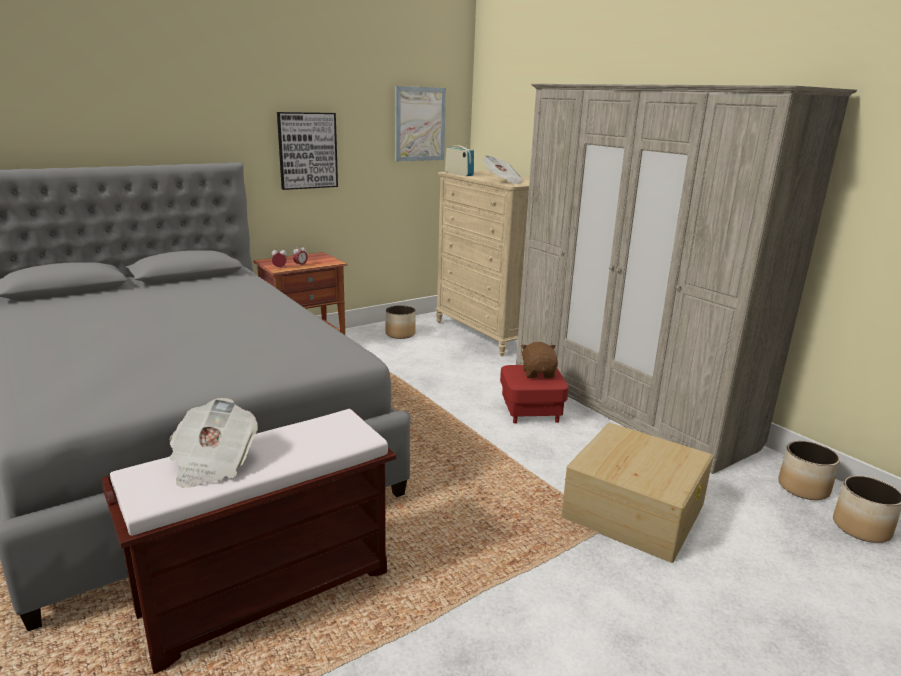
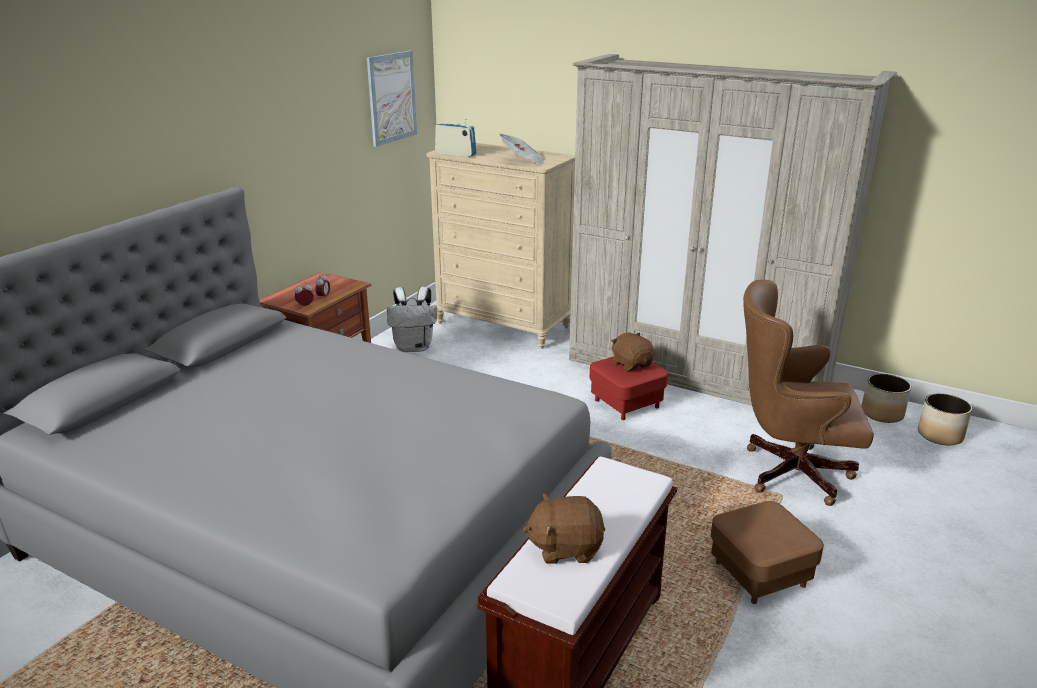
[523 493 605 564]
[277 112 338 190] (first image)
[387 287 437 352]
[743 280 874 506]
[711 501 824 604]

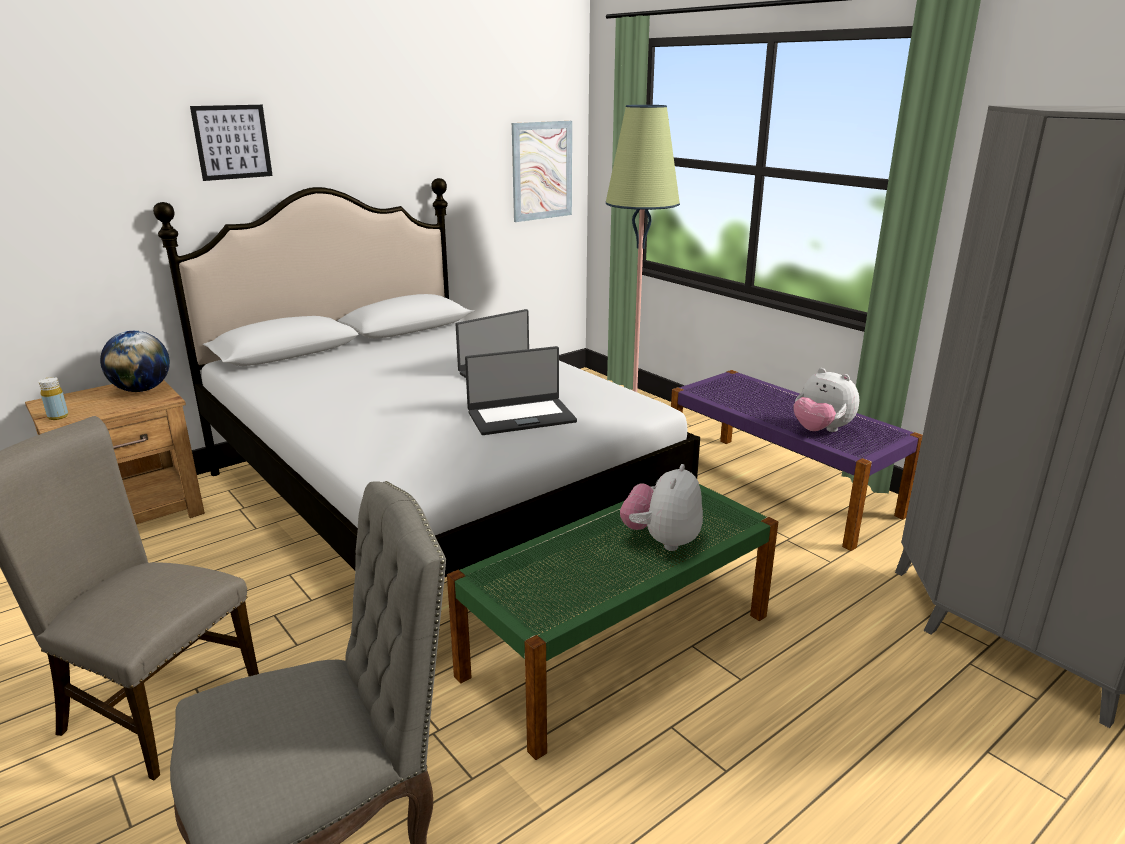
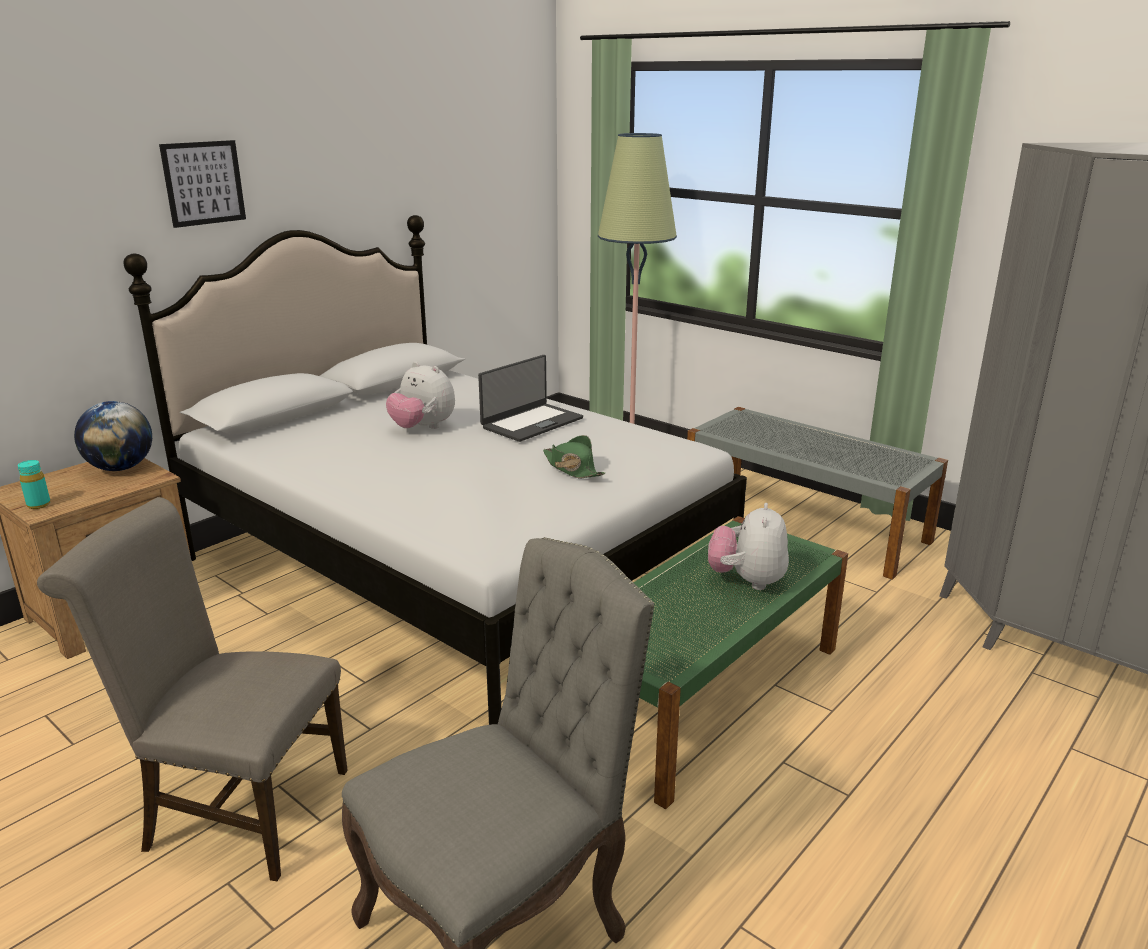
[18 460 51 509]
[543 435 605 478]
[512 121 572 222] (first image)
[687 407 948 580]
[386 362 455 429]

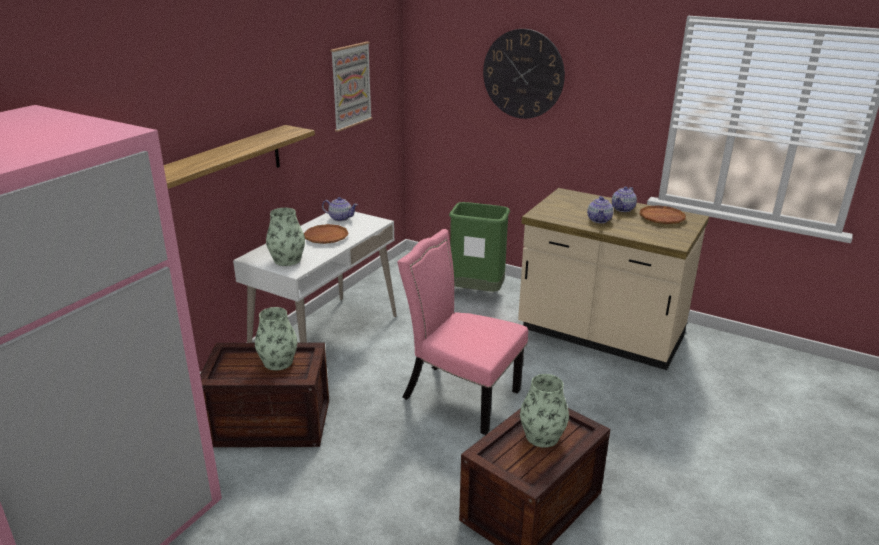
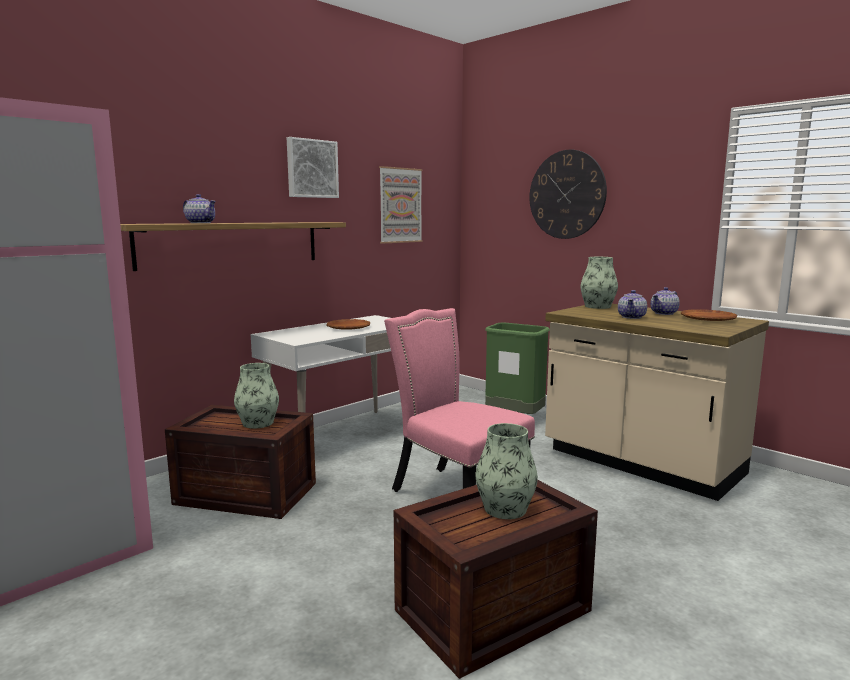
[580 257 618 309]
[183 194 216 223]
[287 137 339 198]

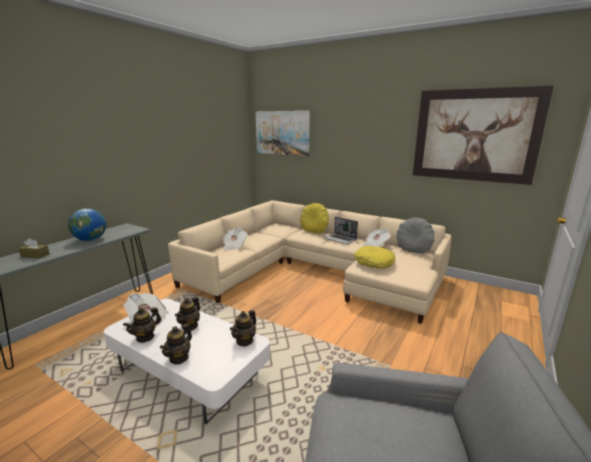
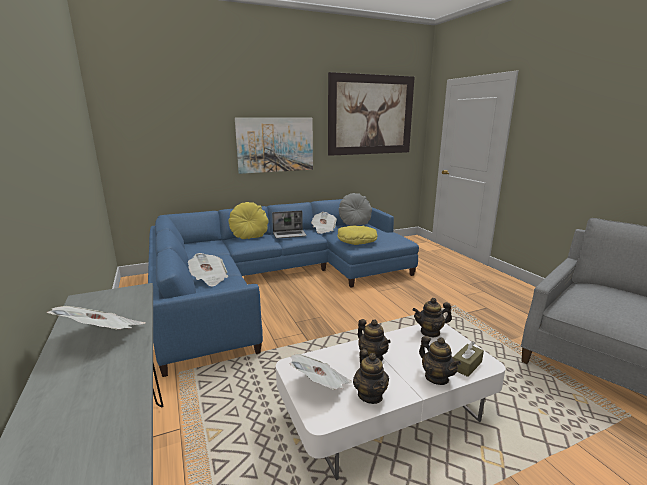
[453 341 484 377]
[46 306 145 329]
[148 199 419 377]
[412 298 452 337]
[235 118 313 174]

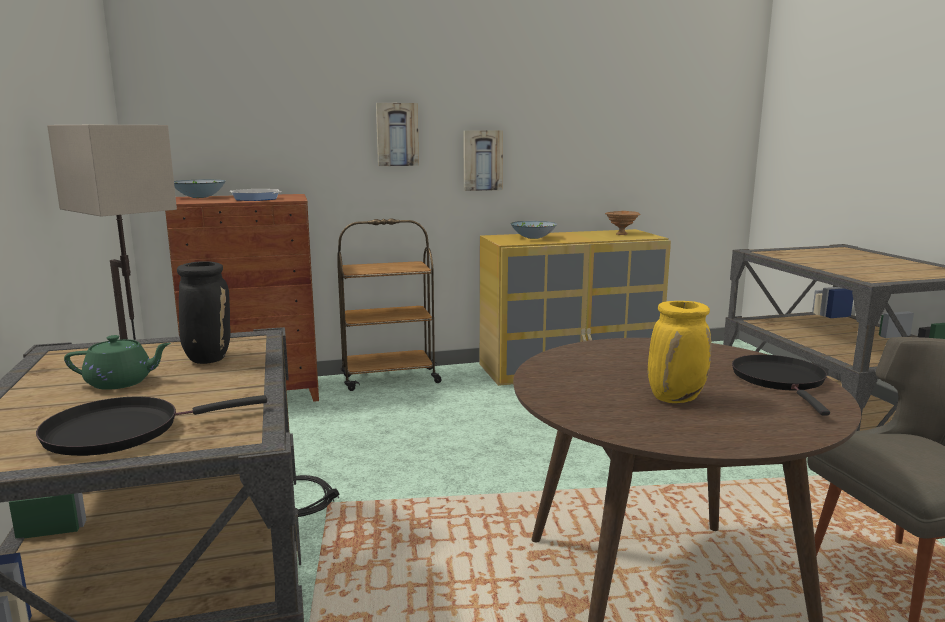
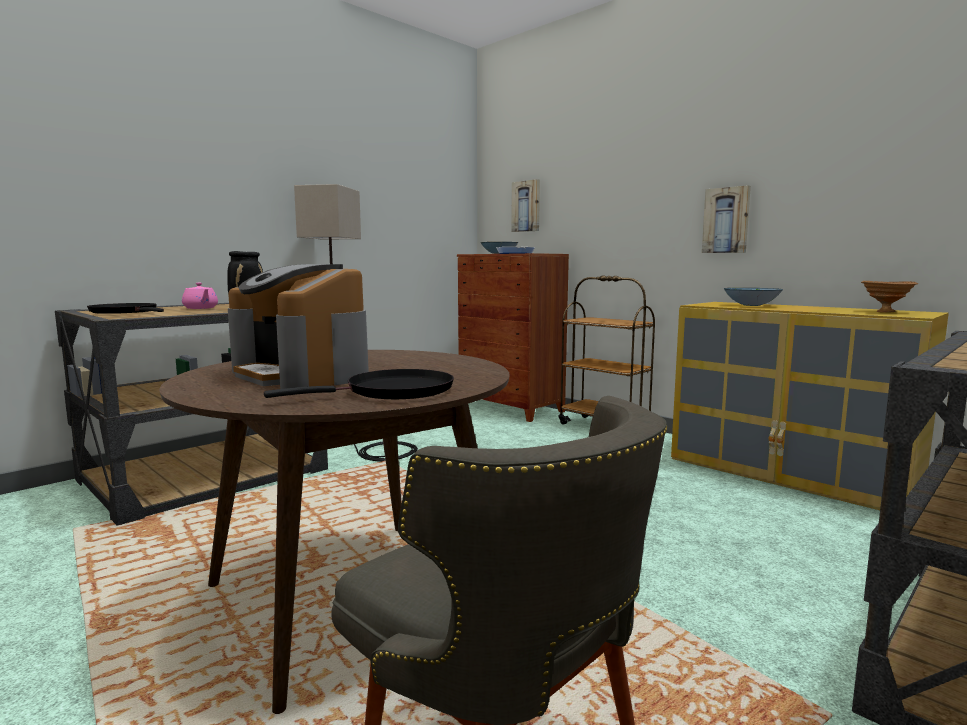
[182 283 218 309]
[511 179 540 232]
[228 264 369 389]

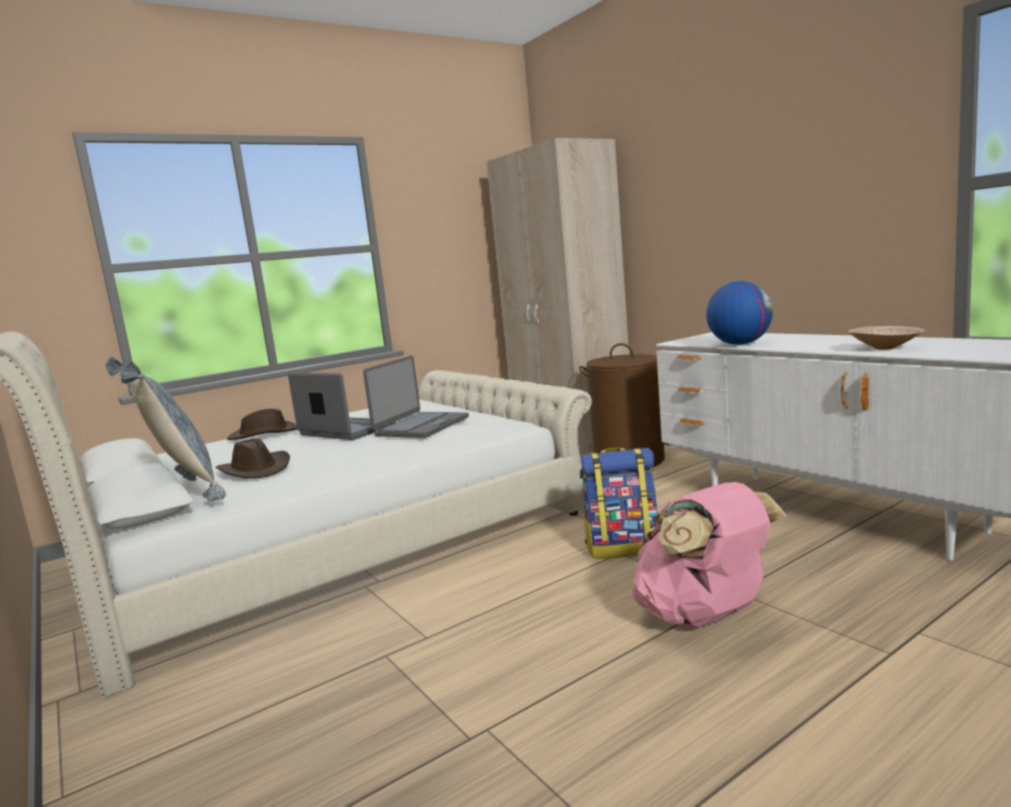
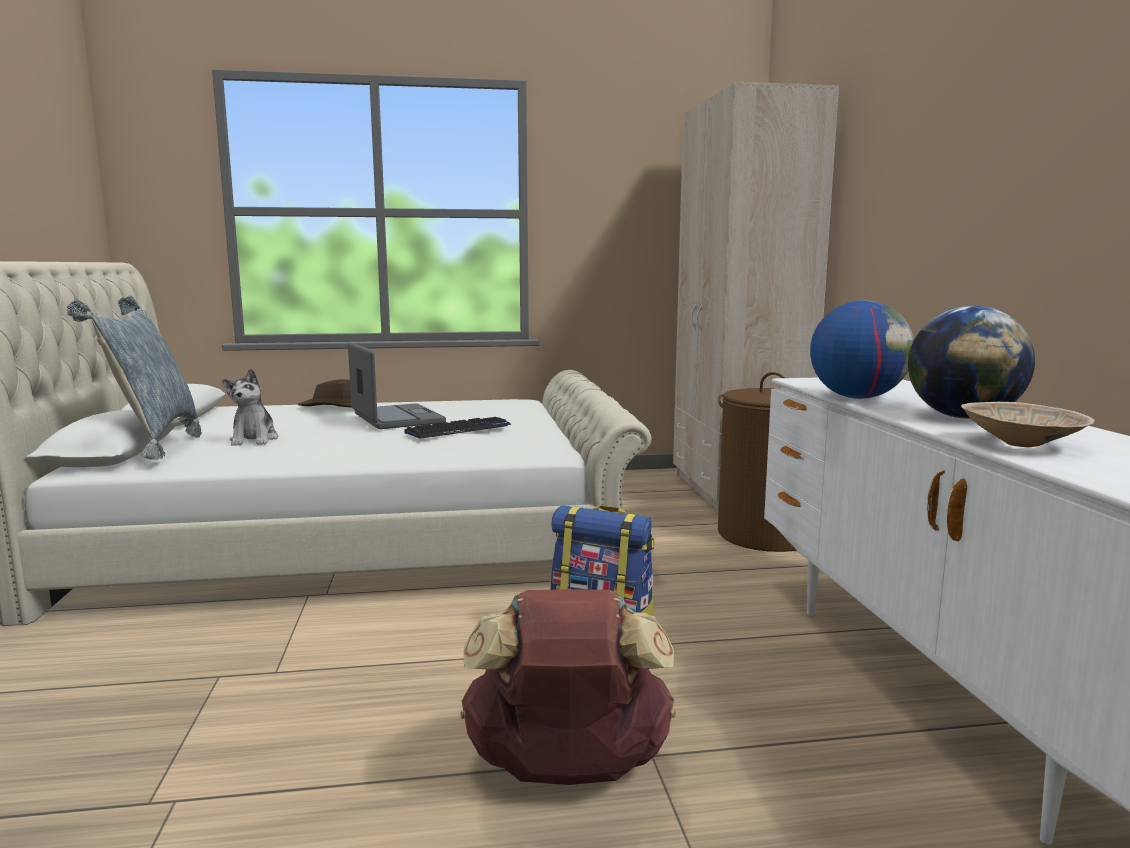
[222 369 278 446]
[404 417 512 439]
[461 590 676 785]
[908 306 1035 419]

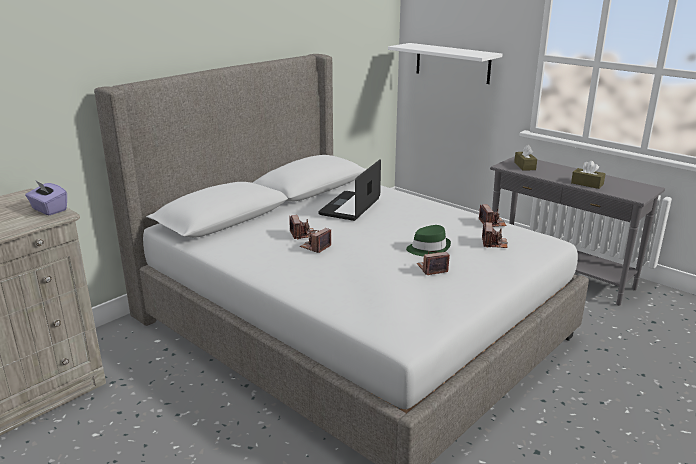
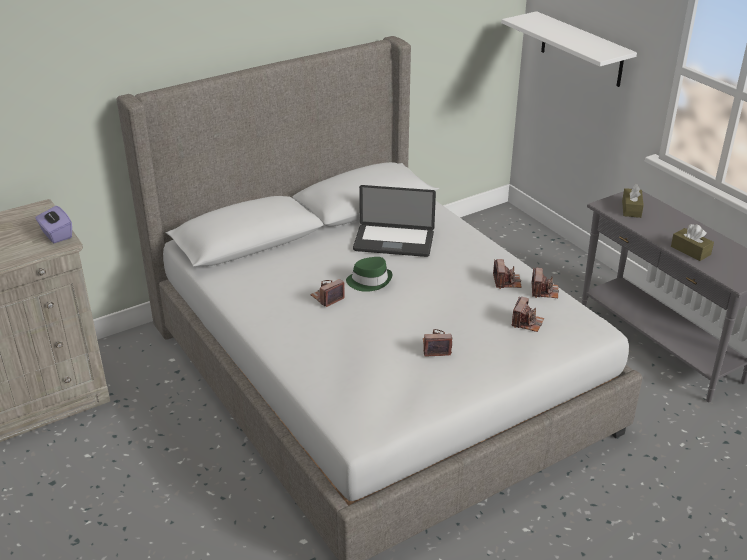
[493 259 521 289]
[353 185 436 257]
[346 257 392 292]

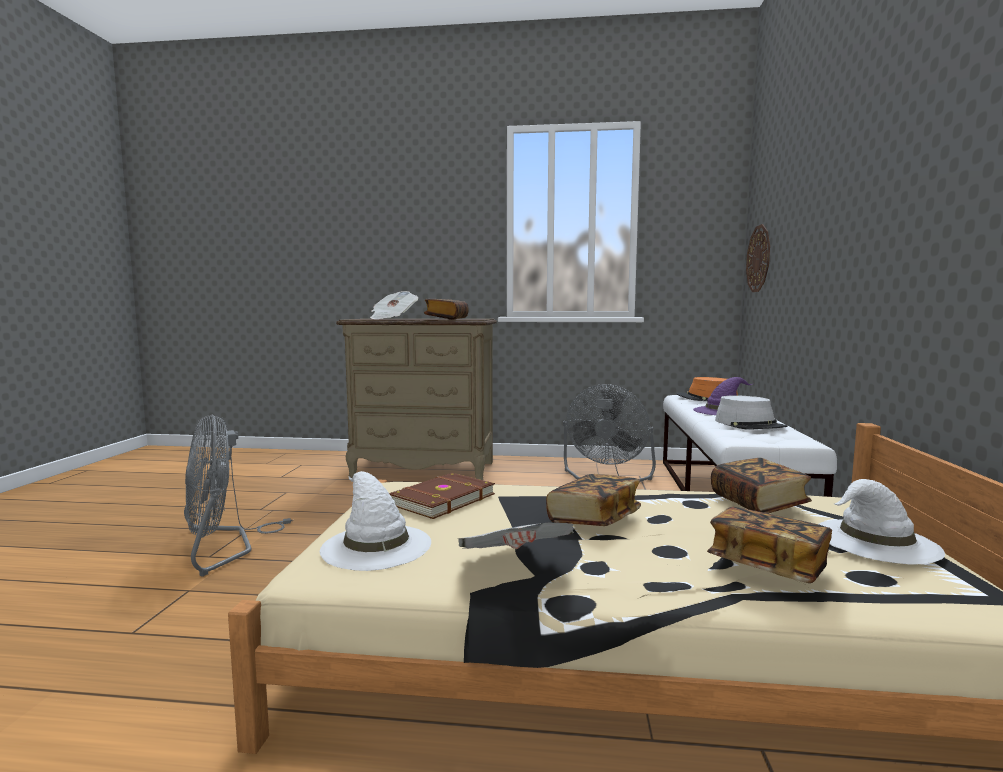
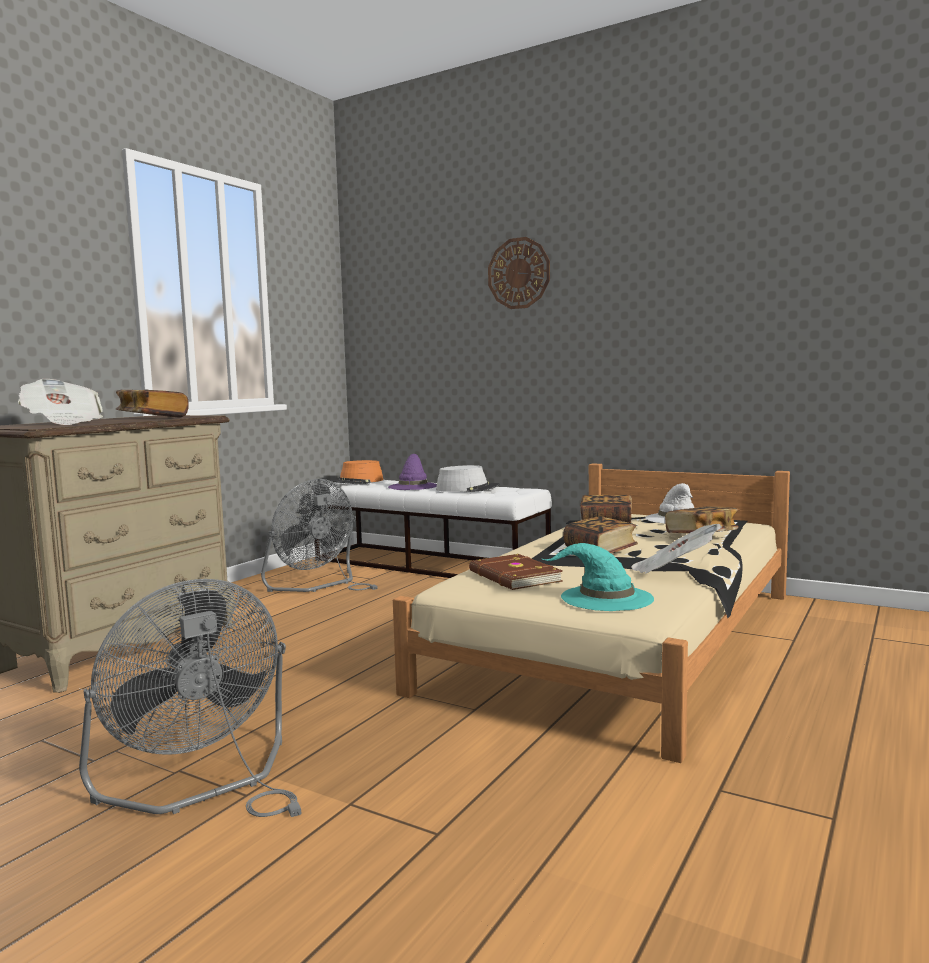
[79 579 301 817]
[543 543 654 611]
[488 237 550 309]

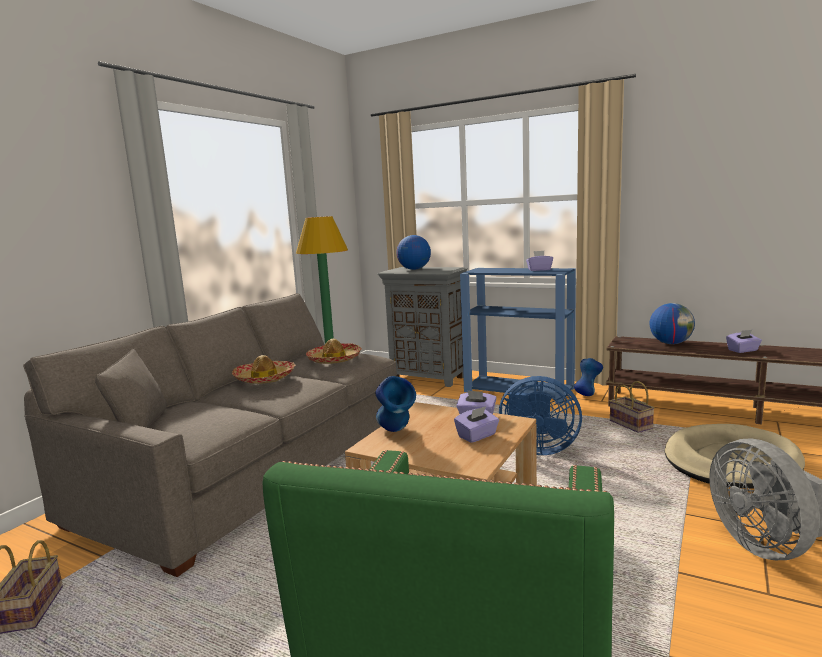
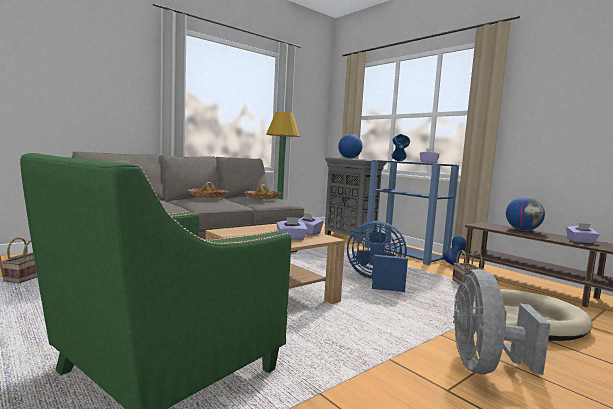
[391 134 410 161]
[347 221 408 292]

